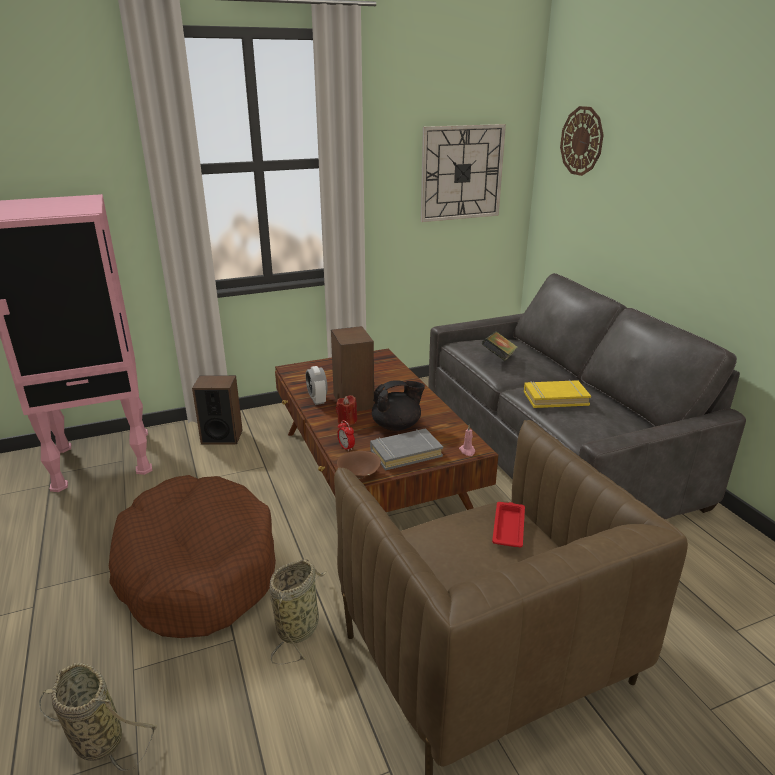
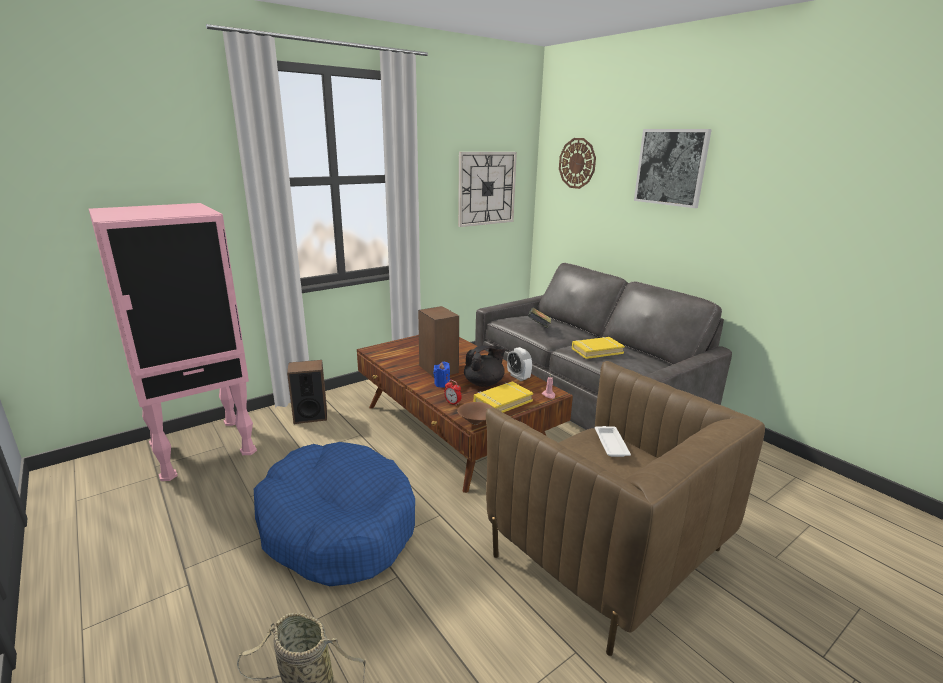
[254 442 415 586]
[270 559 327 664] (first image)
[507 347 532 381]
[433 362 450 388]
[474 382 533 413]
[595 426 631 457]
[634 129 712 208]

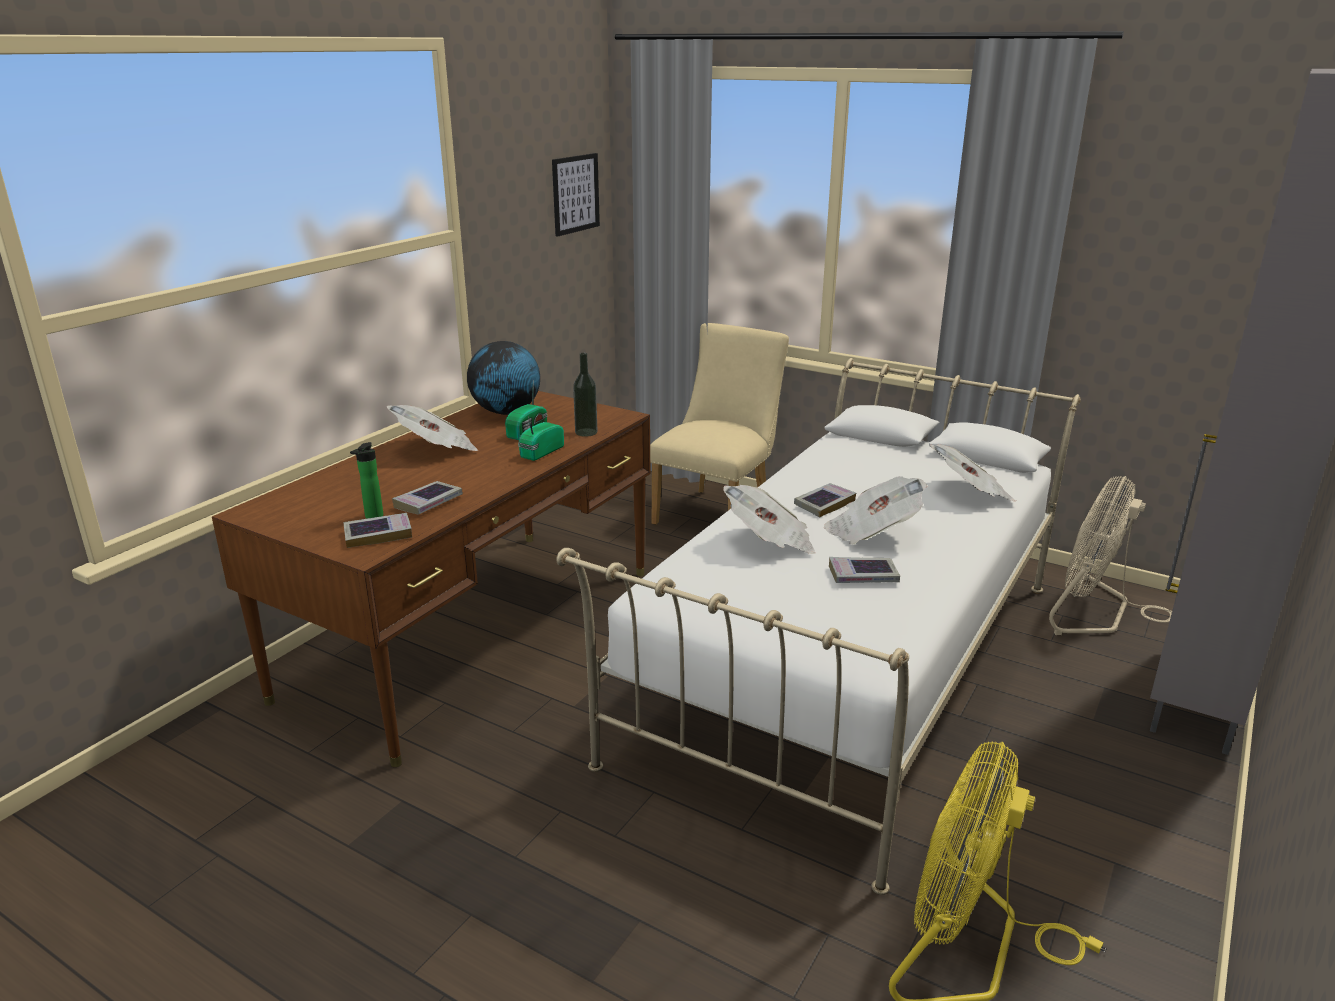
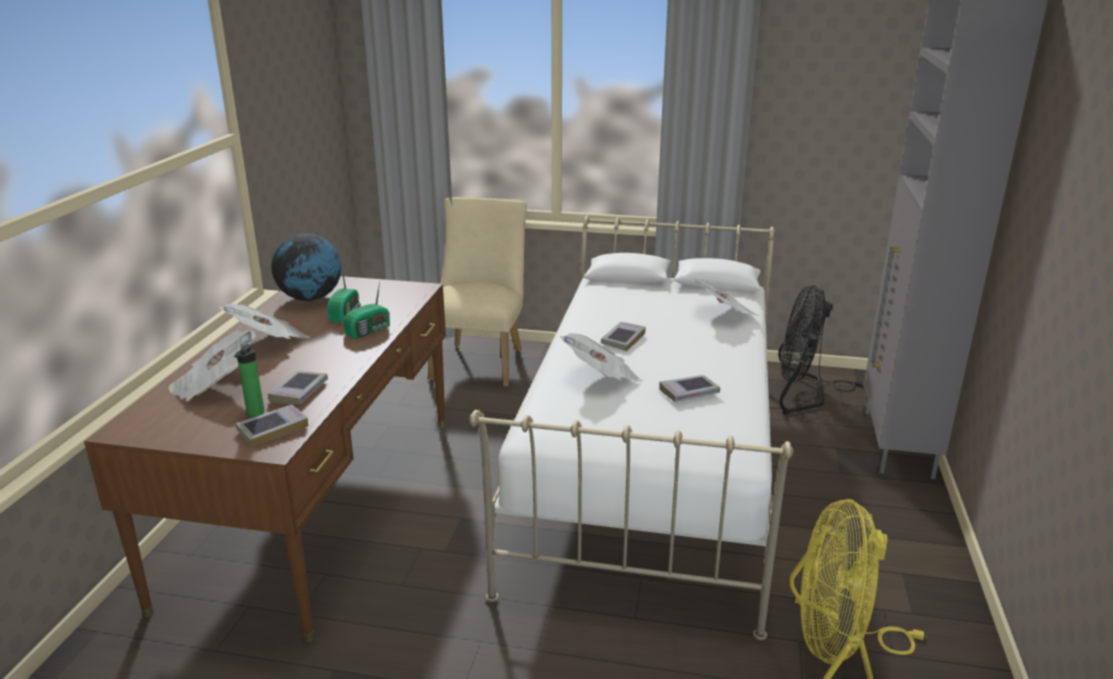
[343 281 390 339]
[552 153 600 237] (first image)
[573 353 597 437] (first image)
[168 330 256 401]
[778 285 864 415]

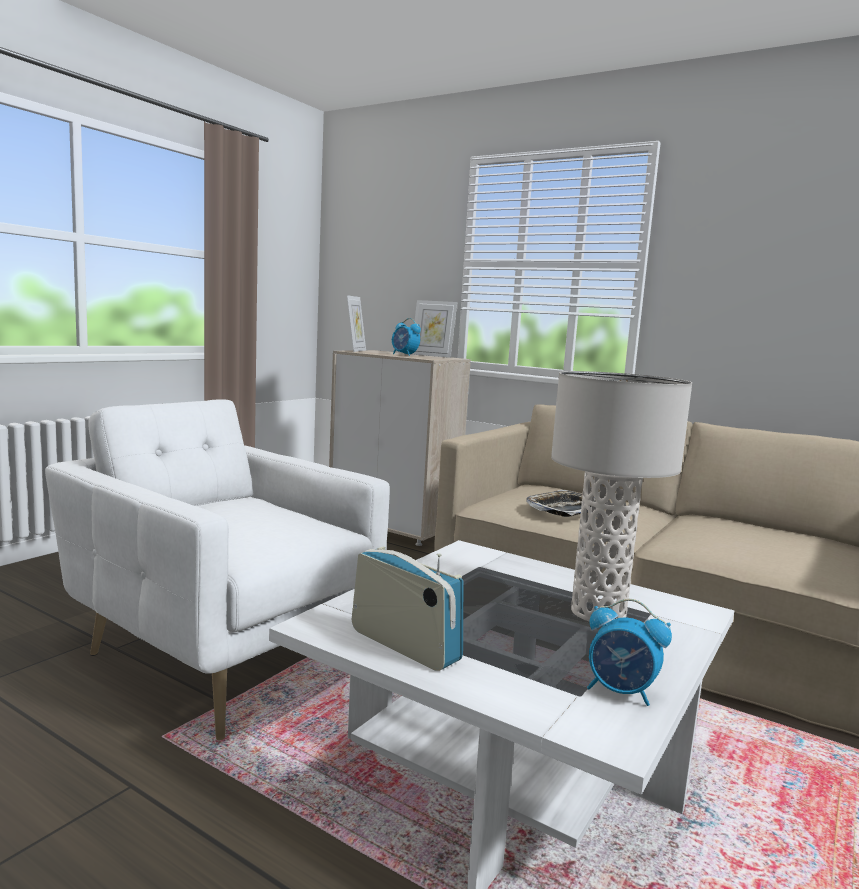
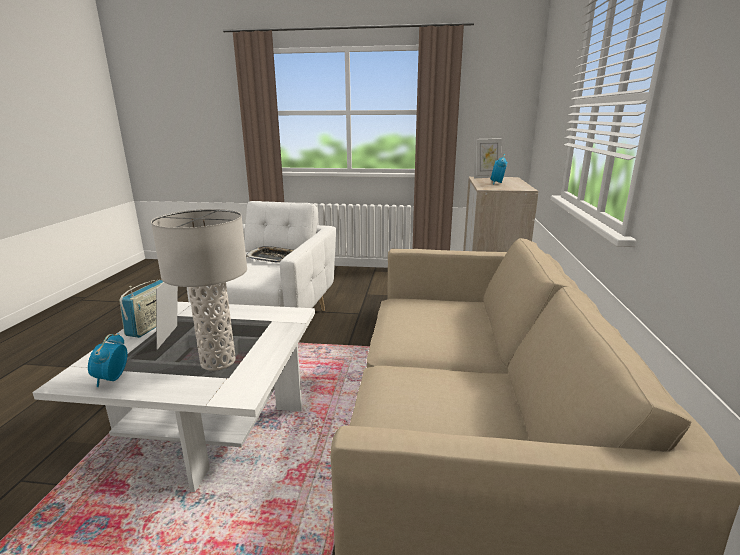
[156 282 178 350]
[246 246 294 263]

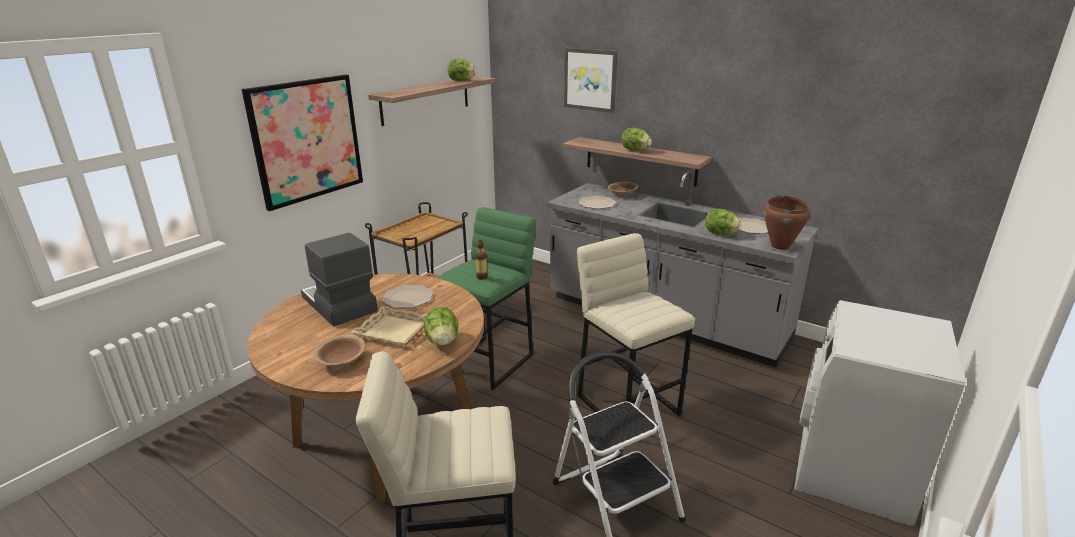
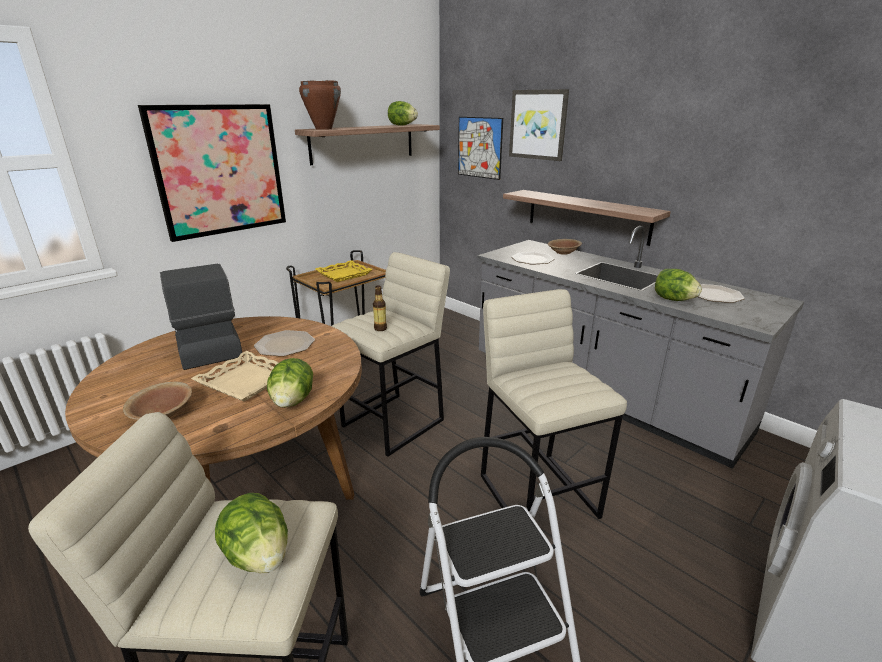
[332 252 450 457]
[215 493 288 573]
[299 80 341 130]
[315 260 372 282]
[458 117 503 180]

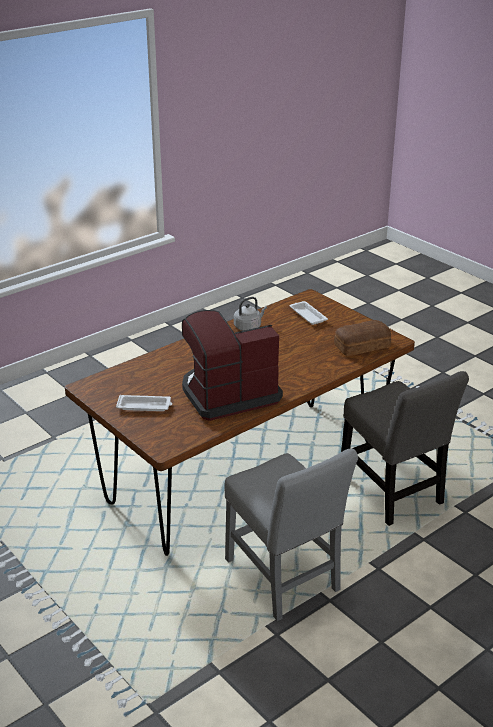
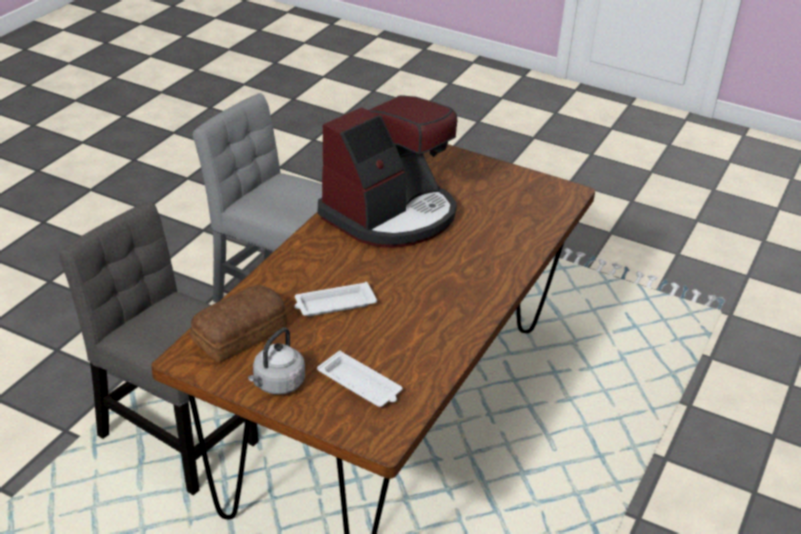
[294 282 377 316]
[248 328 305 395]

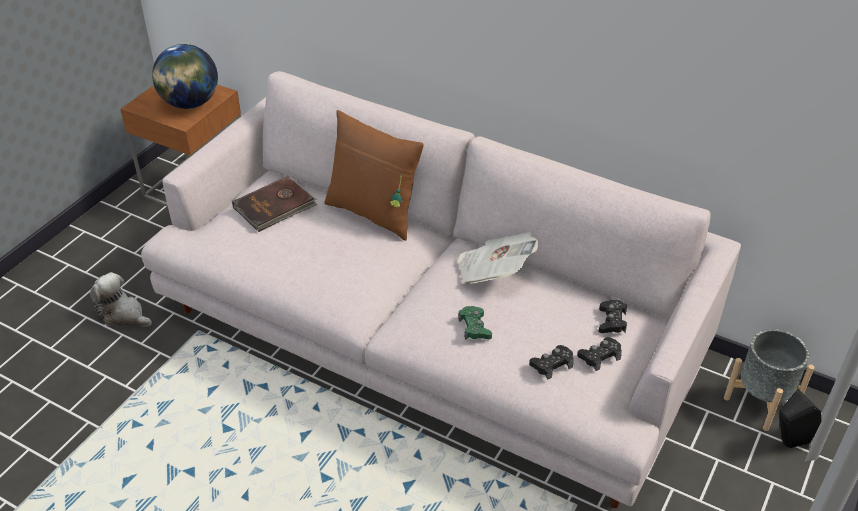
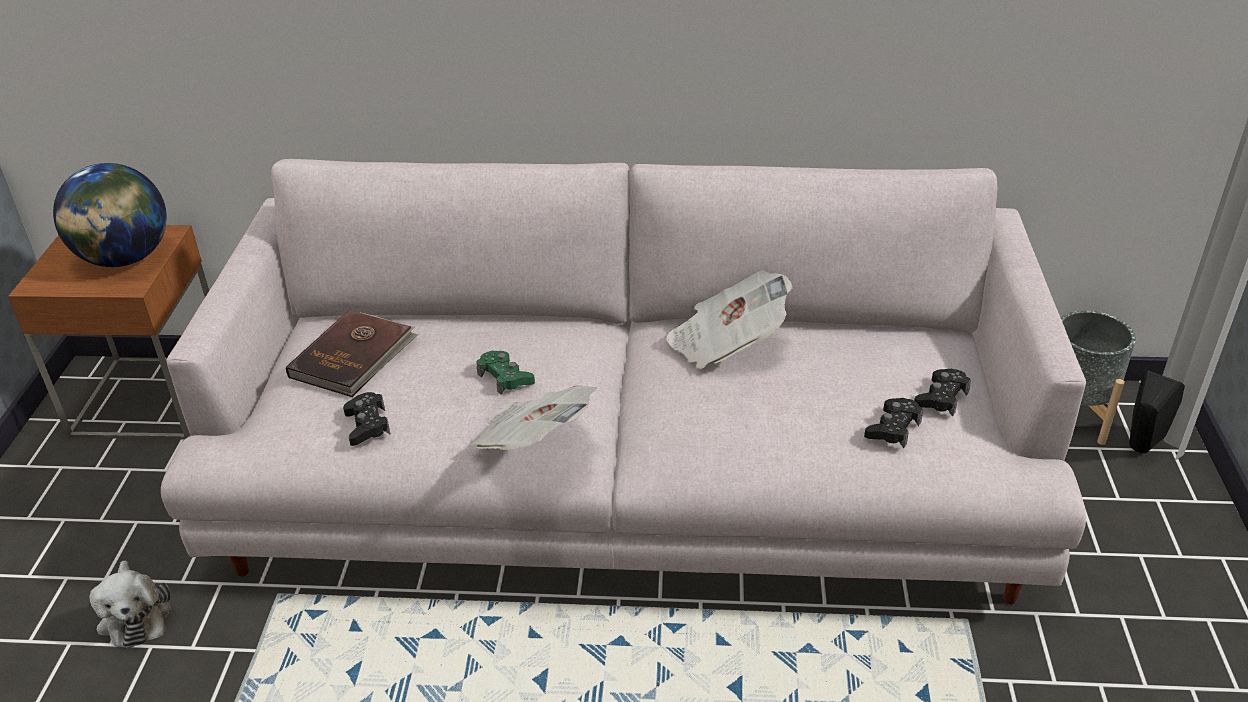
[89 560 171 649]
[324 110 424 241] (first image)
[477 351 535 395]
[343 392 391 446]
[469 385 597 450]

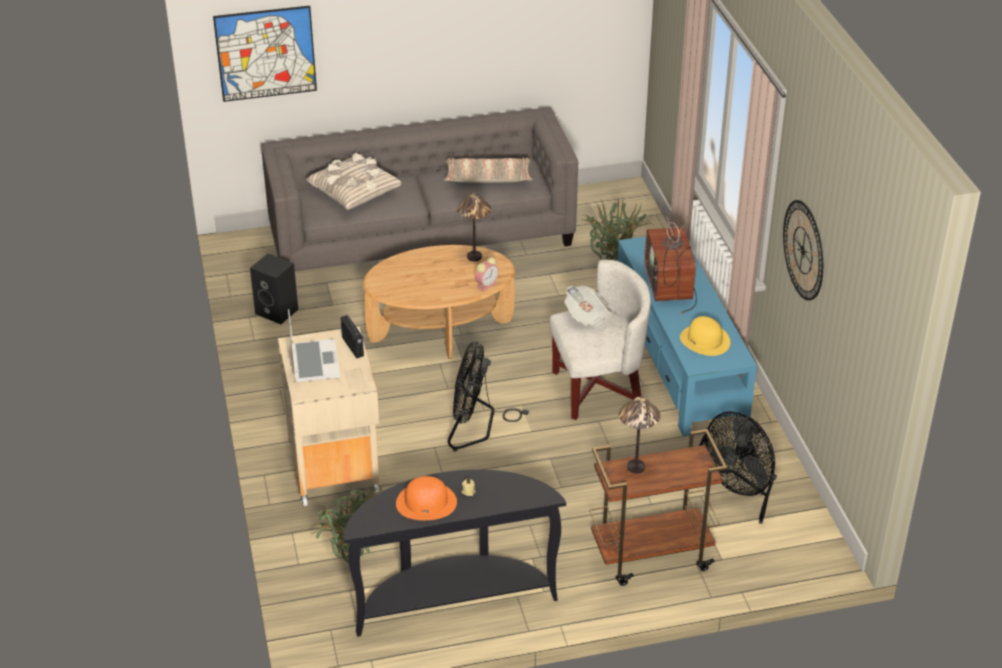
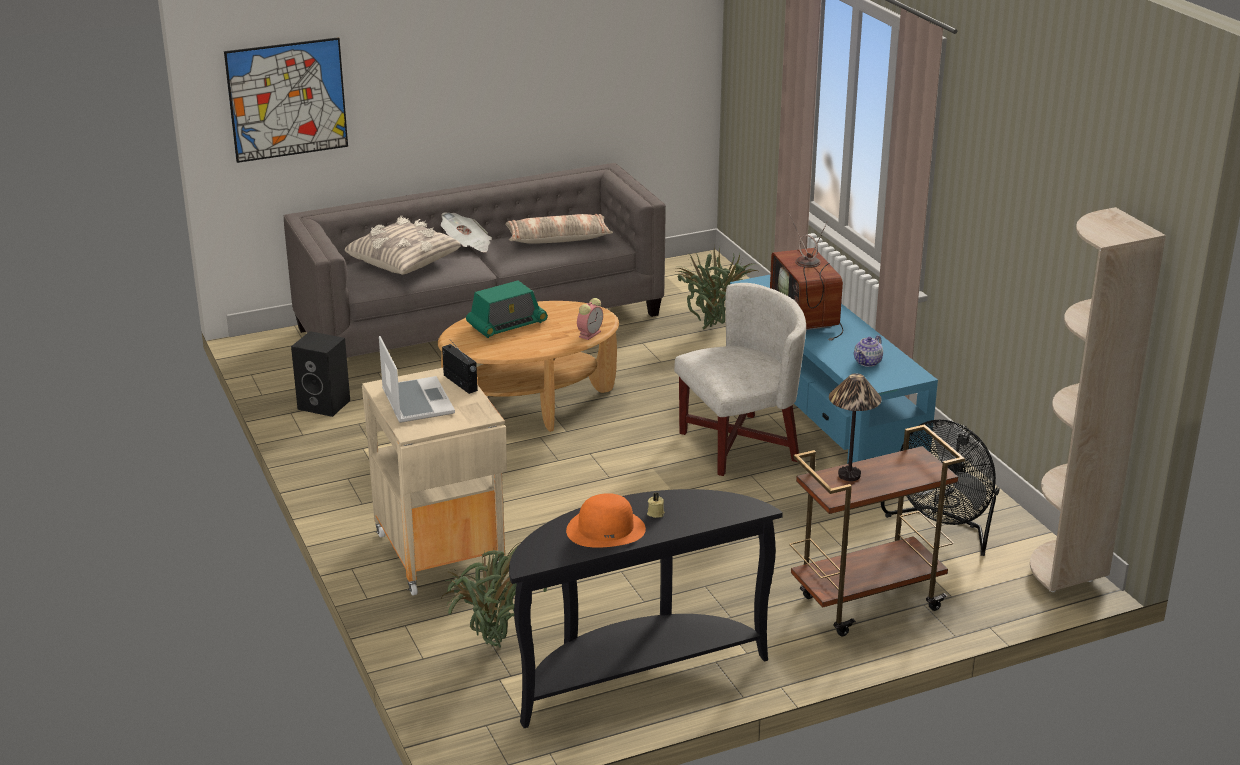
[448 342 530 452] (first image)
[457 193 491 262] (first image)
[441 212 492 252]
[854 335 883 367]
[783 200 823 301] (first image)
[466 281 548 338]
[1030 207 1166 592]

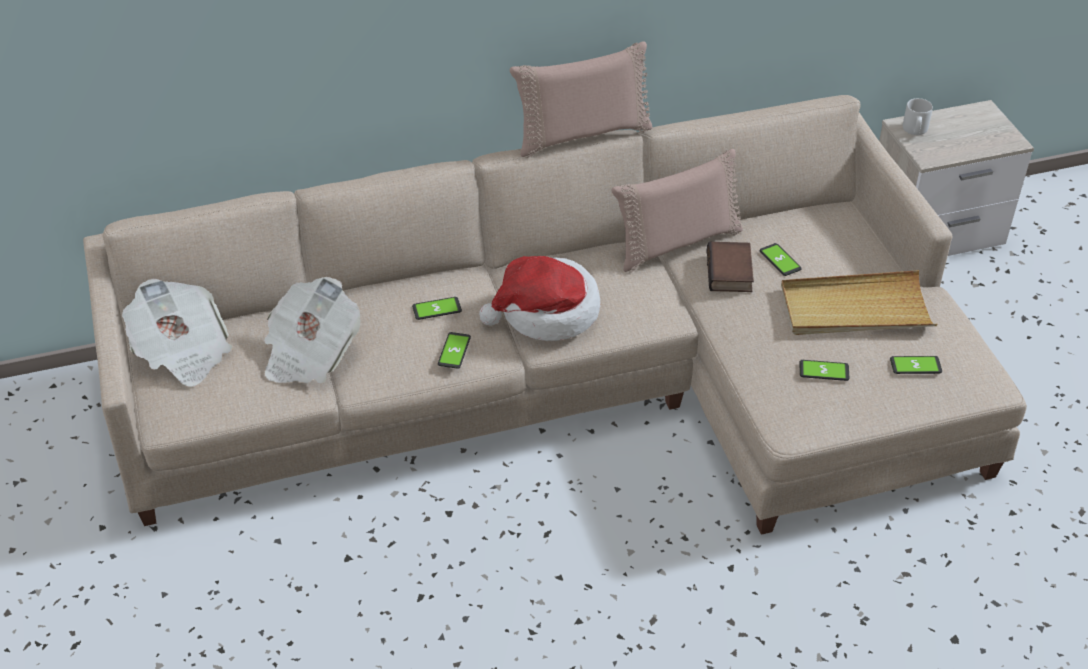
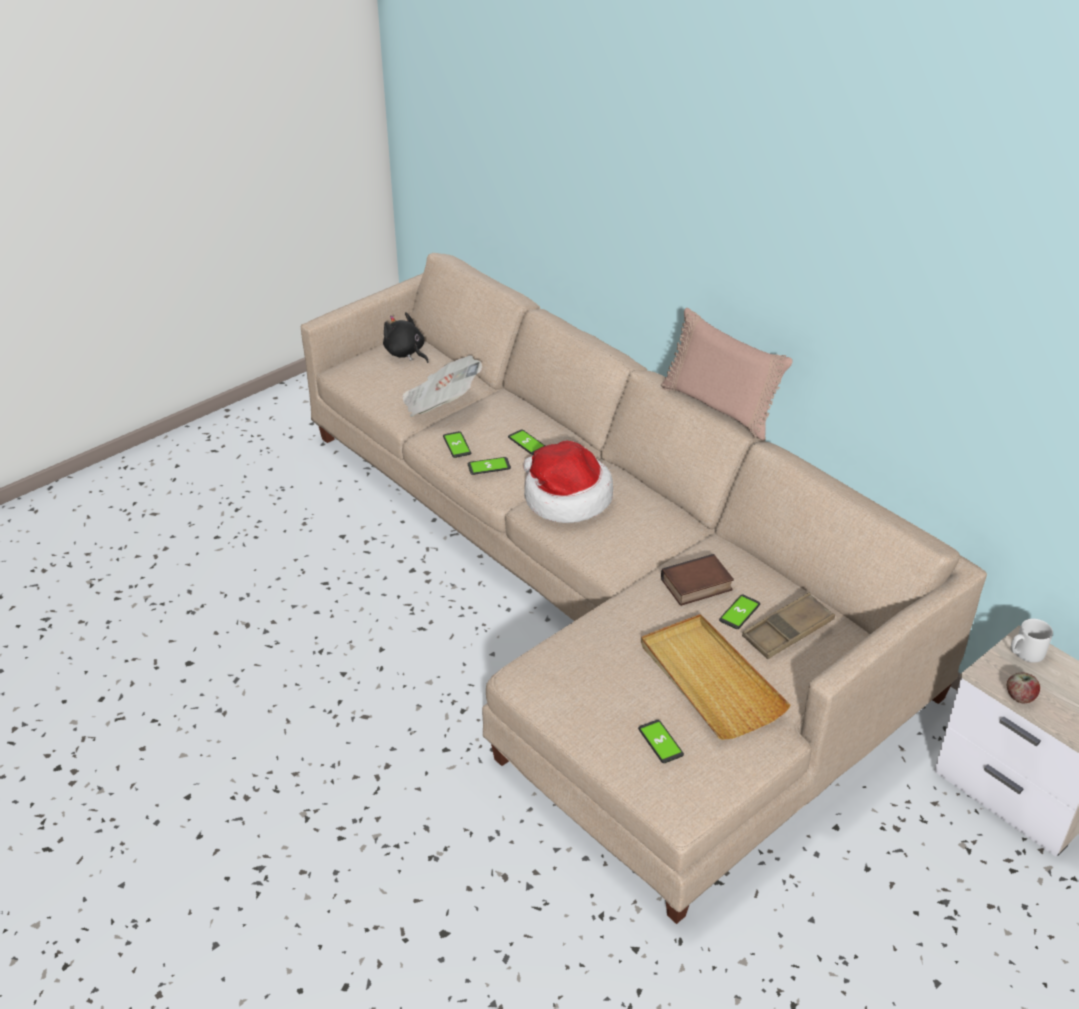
[383 312 429 363]
[612 149 743 273] (first image)
[443 431 471 458]
[742 593 835 659]
[1007 672 1040 703]

